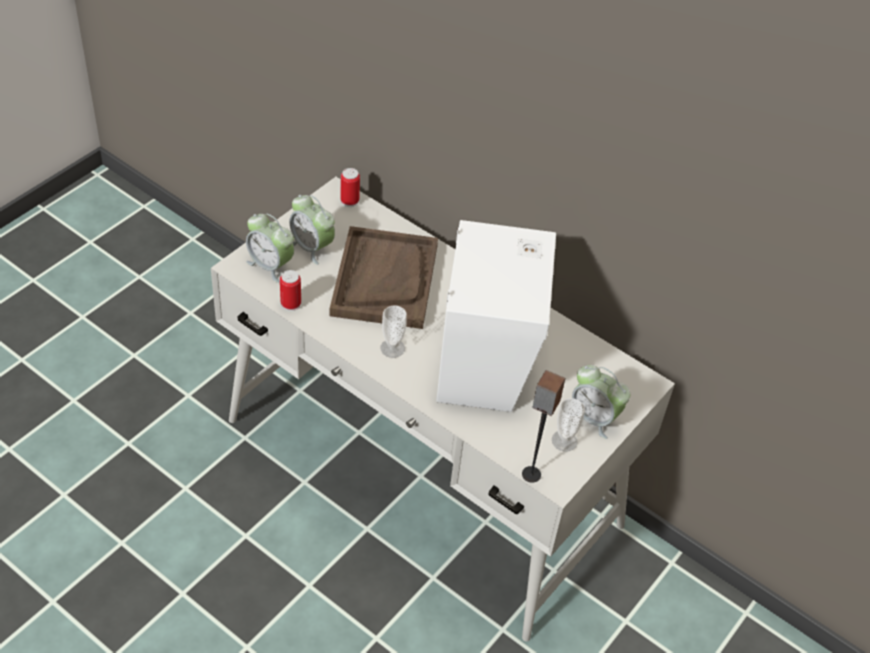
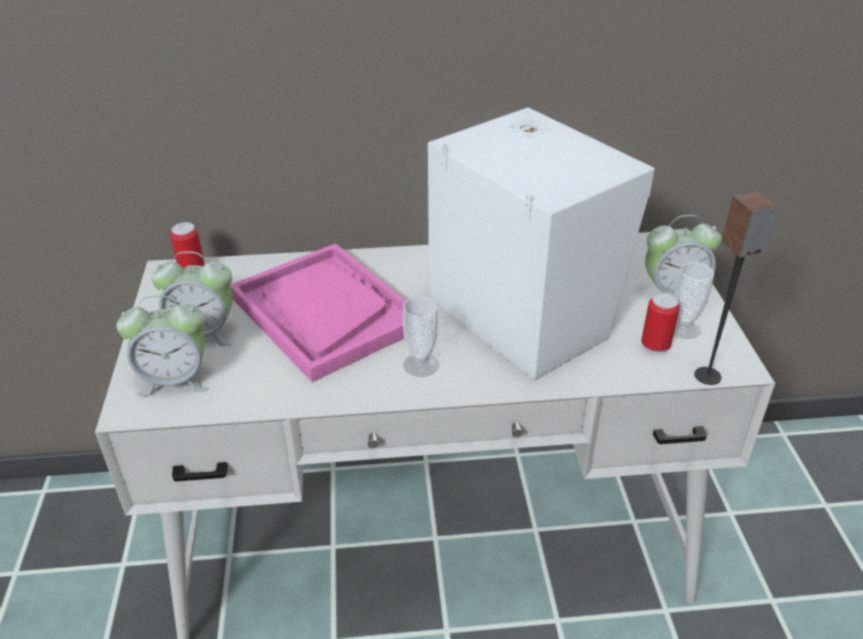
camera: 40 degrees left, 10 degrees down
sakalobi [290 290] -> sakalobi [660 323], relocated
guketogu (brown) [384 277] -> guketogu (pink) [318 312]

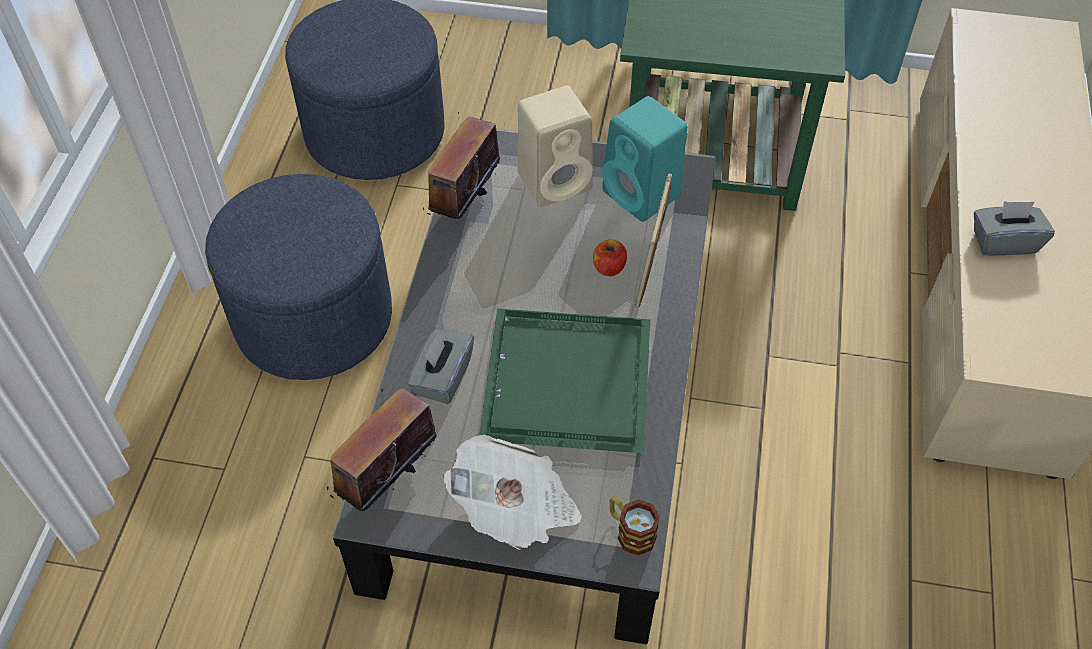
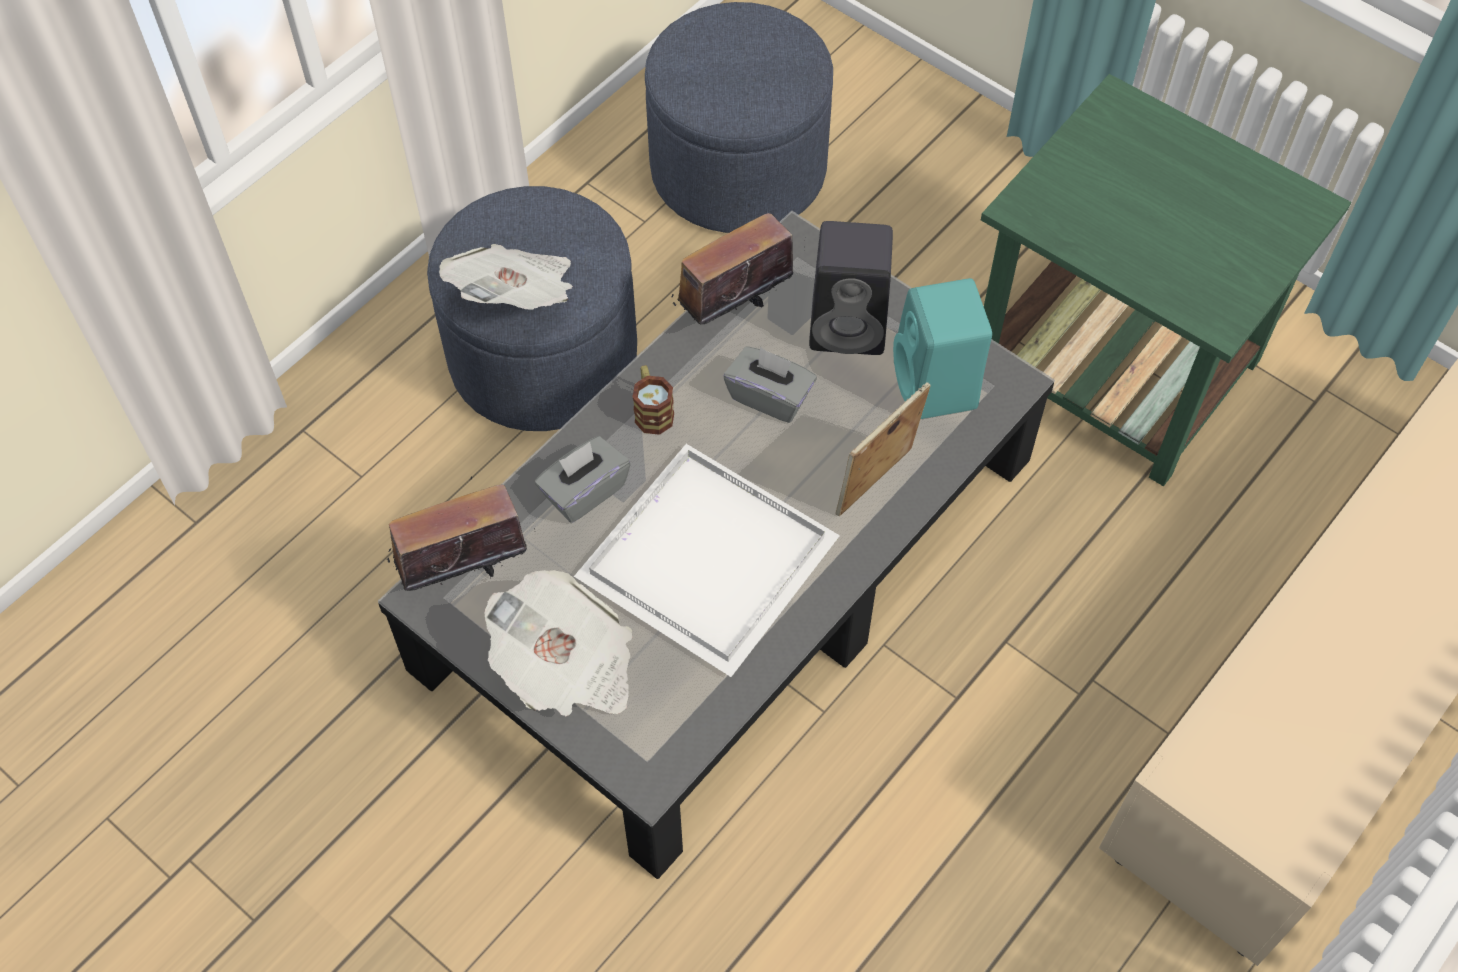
camera: 30 degrees right, 5 degrees up
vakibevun [610 257] -> none
none -> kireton [506 277]
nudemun [635 526] -> nudemun [653 400], relocated
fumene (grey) [1014 228] -> fumene (grey) [770 384], relocated
guketogu (green) [564 380] -> guketogu (white) [707 560]
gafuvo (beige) [555 146] -> gafuvo (black) [851 288]

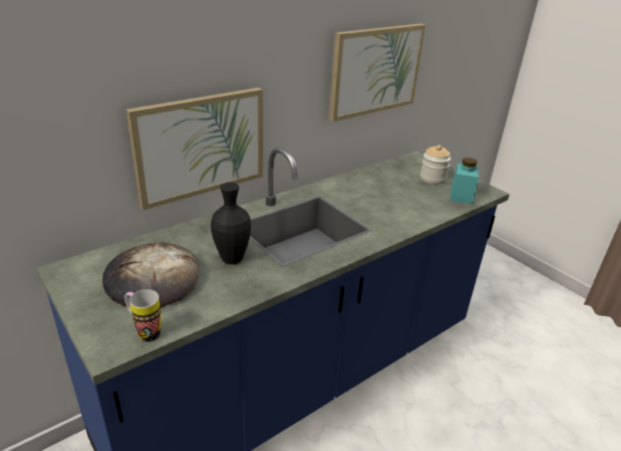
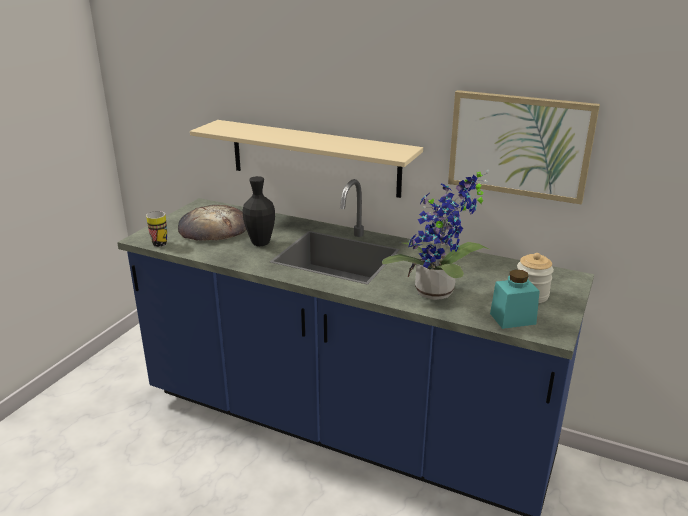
camera: 65 degrees right, 5 degrees down
none -> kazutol [436 234]
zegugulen [194 148] -> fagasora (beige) [306 159]

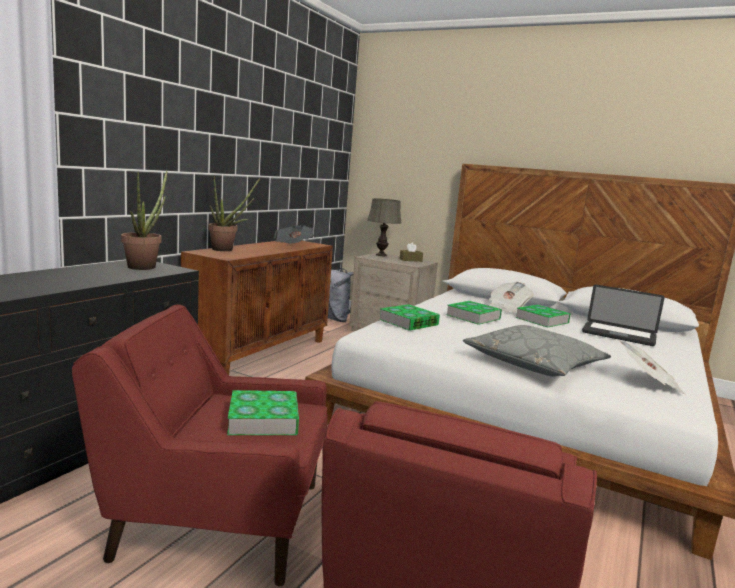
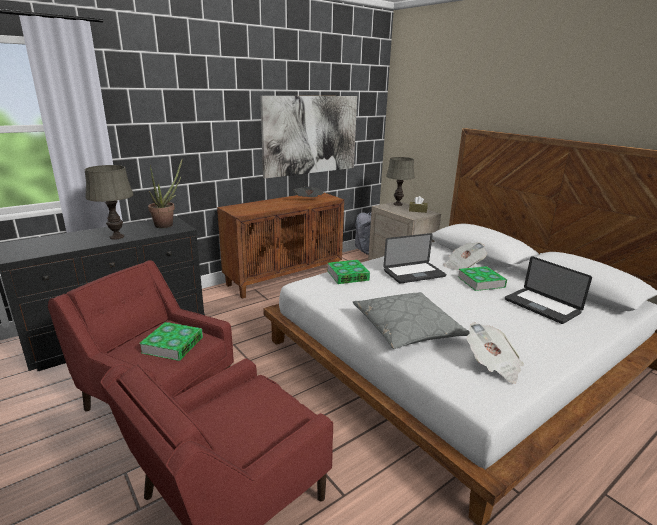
camera: 25 degrees right, 10 degrees up
kazutol [234 213] -> none
none -> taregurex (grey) [109 202]
none -> zegugulen [308 137]
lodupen [474 313] -> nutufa [414 258]

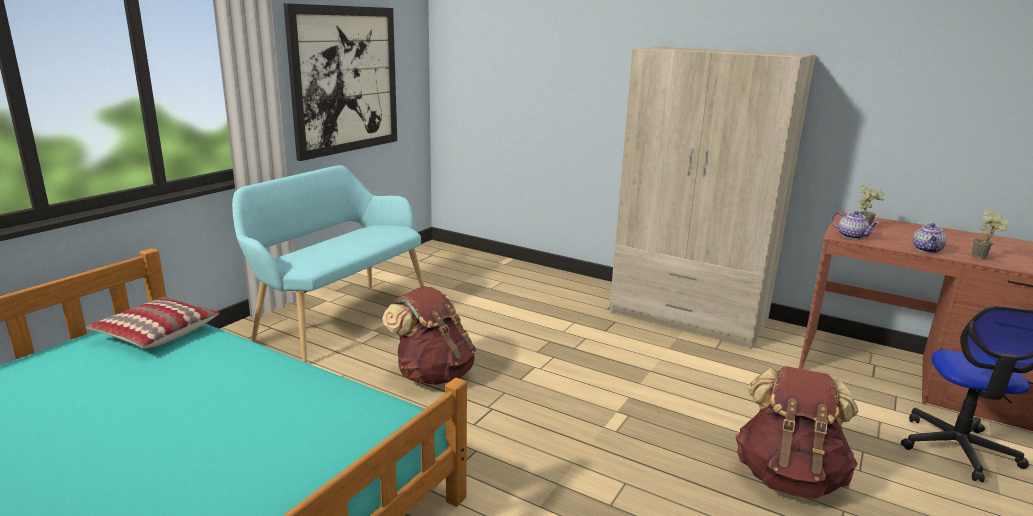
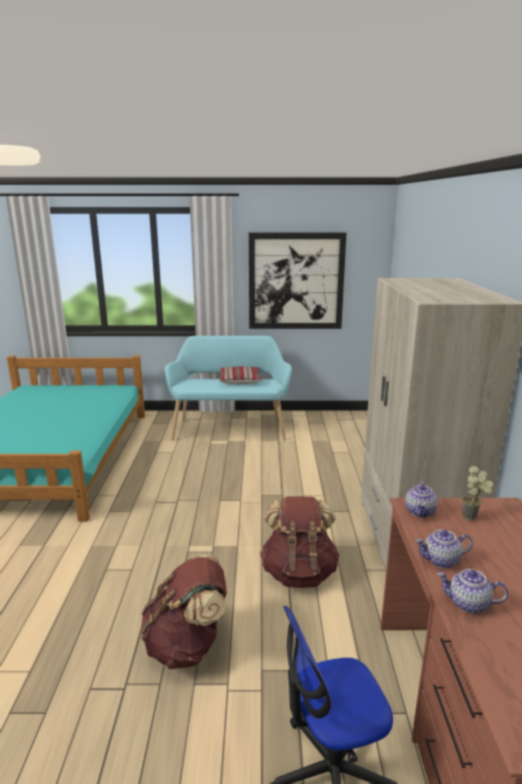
camera: 60 degrees right, 0 degrees up
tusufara [152 322] -> tusufara [241 375], relocated
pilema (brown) [429 335] -> pilema (brown) [300 542], relocated
kazutol [990 234] -> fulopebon [472 591]

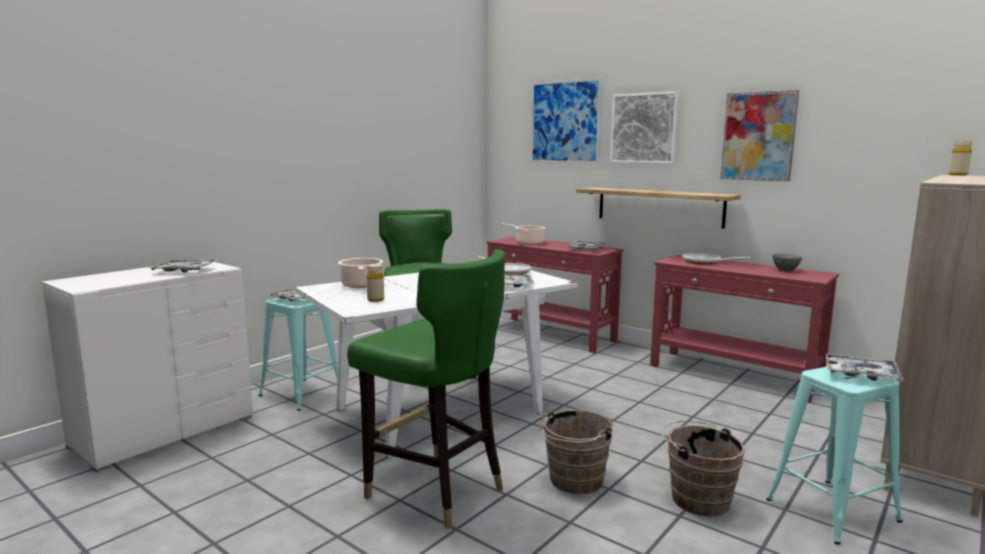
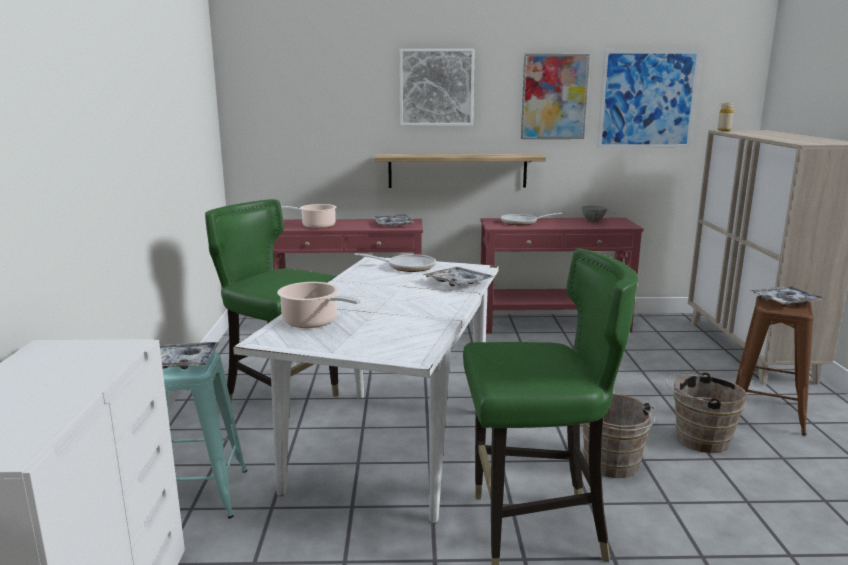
camera: 40 degrees left, 5 degrees up
guketogu [183 266] -> none
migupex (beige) [375 283] -> none
zegugulen [566 121] -> zegugulen [649 99], relocated
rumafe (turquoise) [834 456] -> rumafe (brown) [774 365]

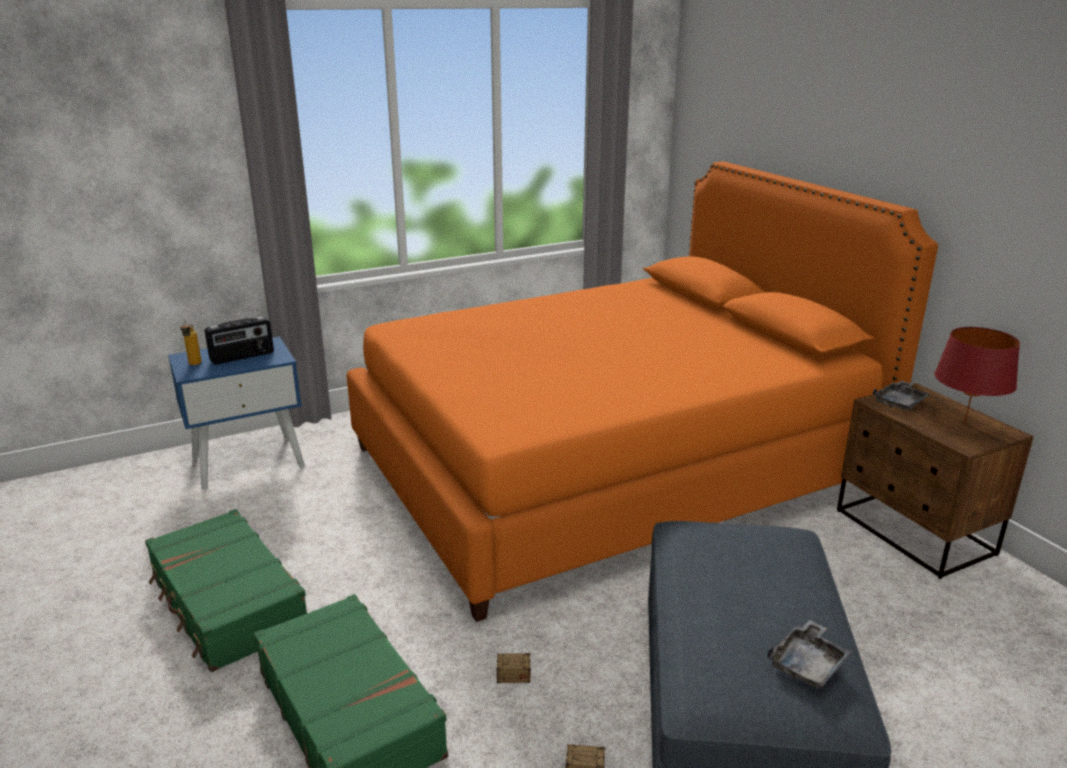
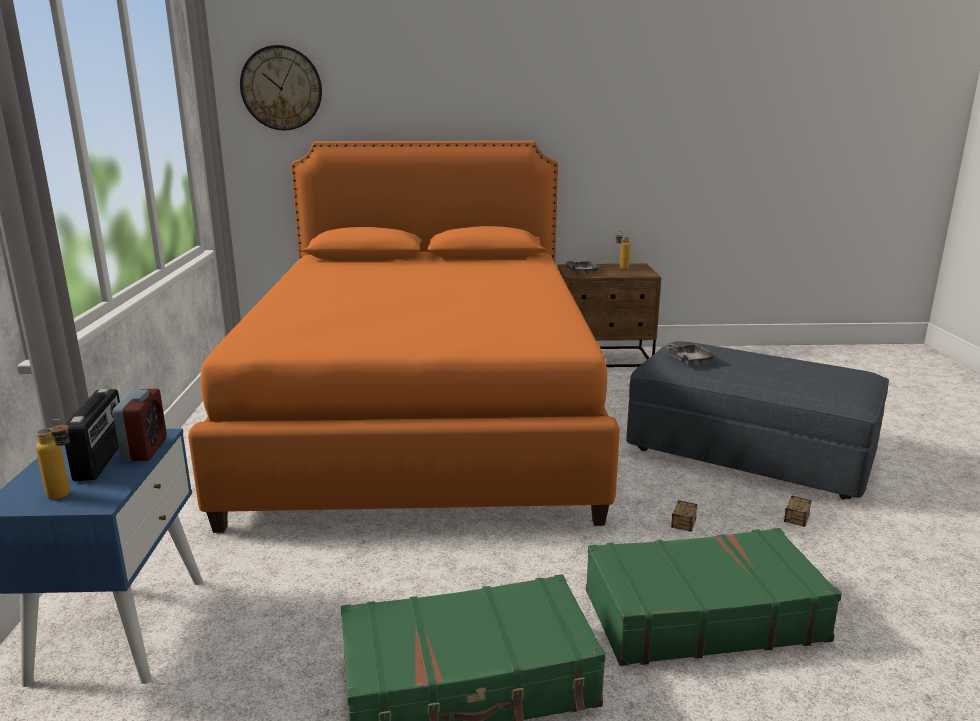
camera: 65 degrees left, 5 degrees down
none -> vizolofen [140 425]
none -> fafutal [281 88]
guketogu (grey) [809 654] -> guketogu (grey) [690 354], relocated
taregurex (red) [977 375] -> migupex [623 250]

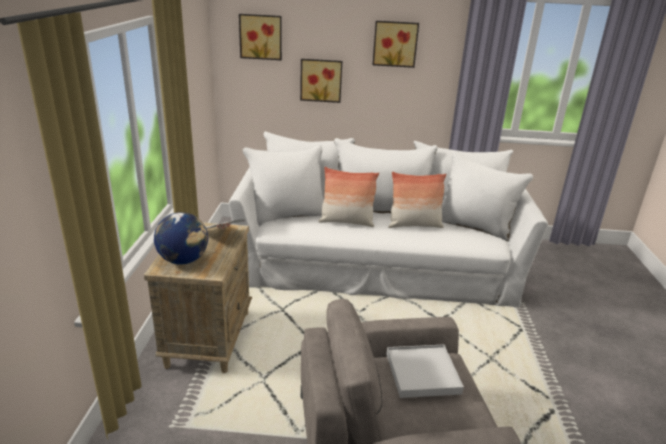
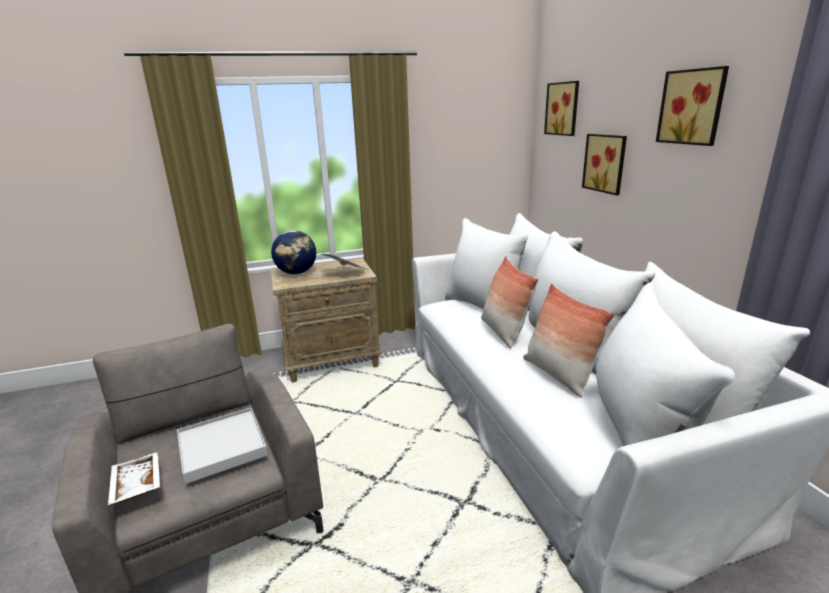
camera: 70 degrees right, 5 degrees down
none -> guketogu (white) [134 478]

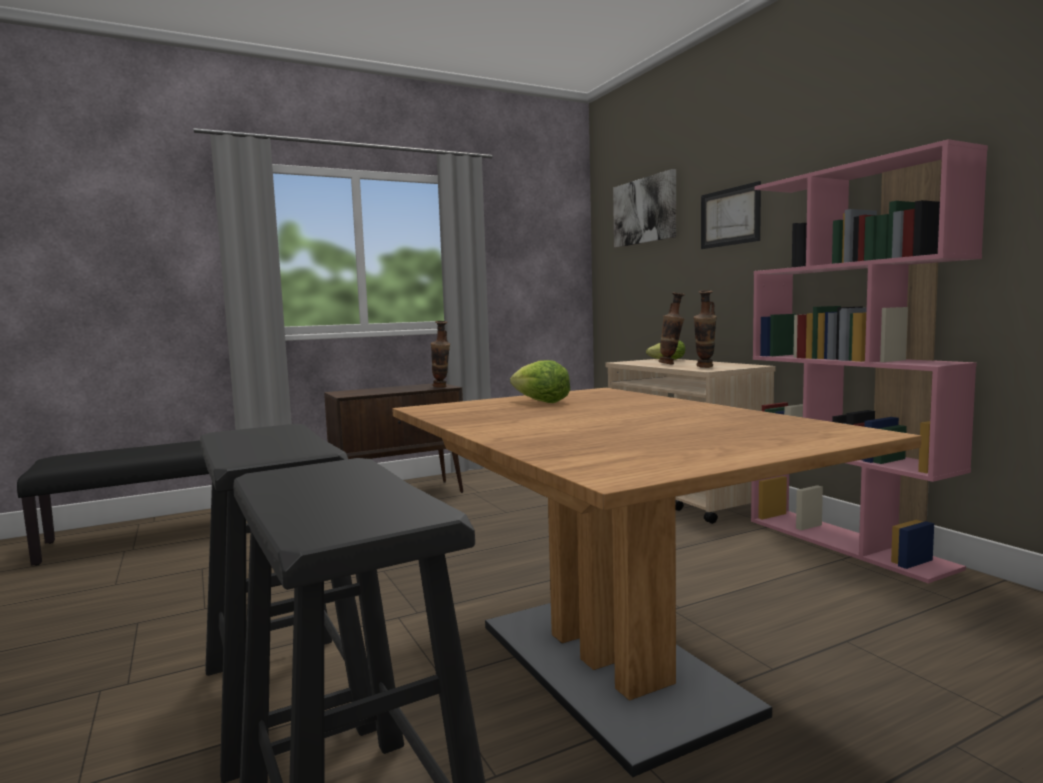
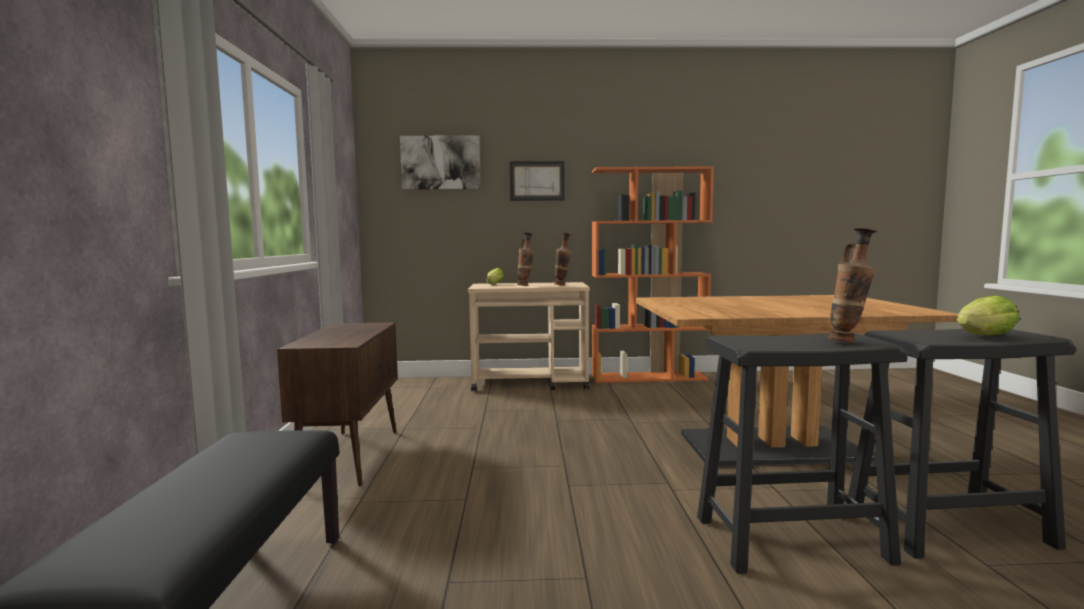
camera: 65 degrees left, 0 degrees up
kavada [440 354] -> kavada [852 285], relocated
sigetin [540 381] -> sigetin [988 315], relocated
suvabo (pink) [869 361] -> suvabo (orange) [653 274]

